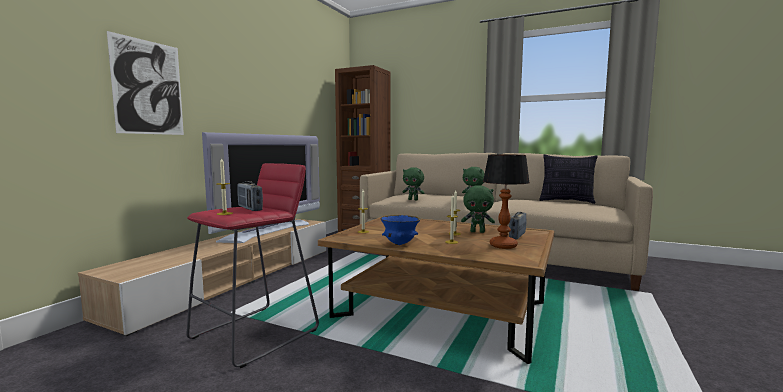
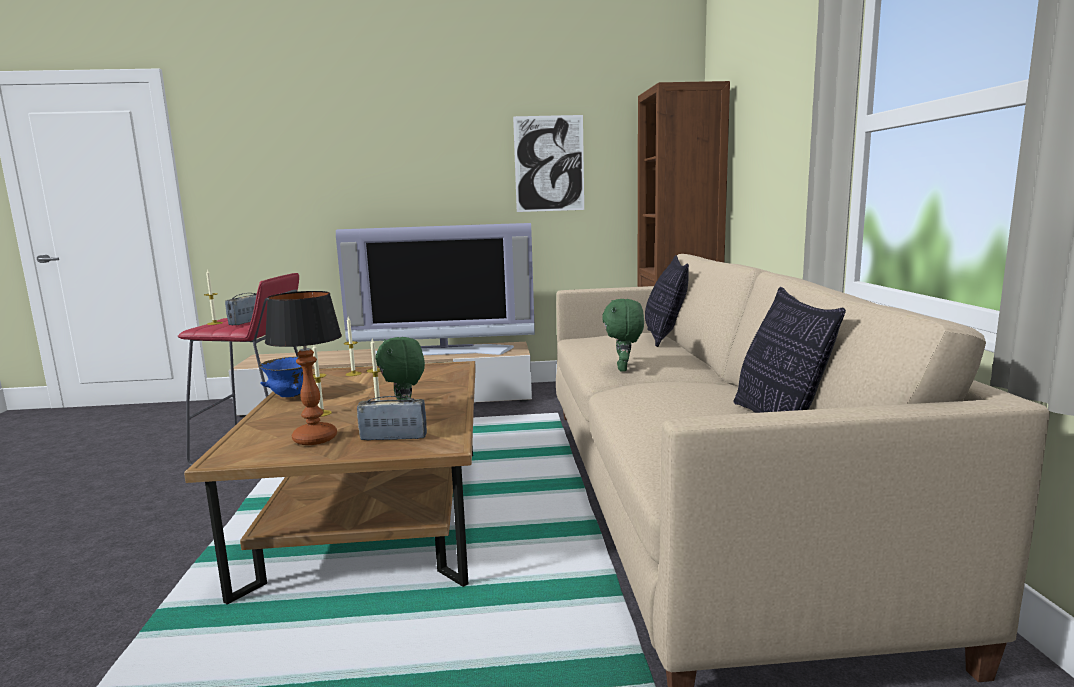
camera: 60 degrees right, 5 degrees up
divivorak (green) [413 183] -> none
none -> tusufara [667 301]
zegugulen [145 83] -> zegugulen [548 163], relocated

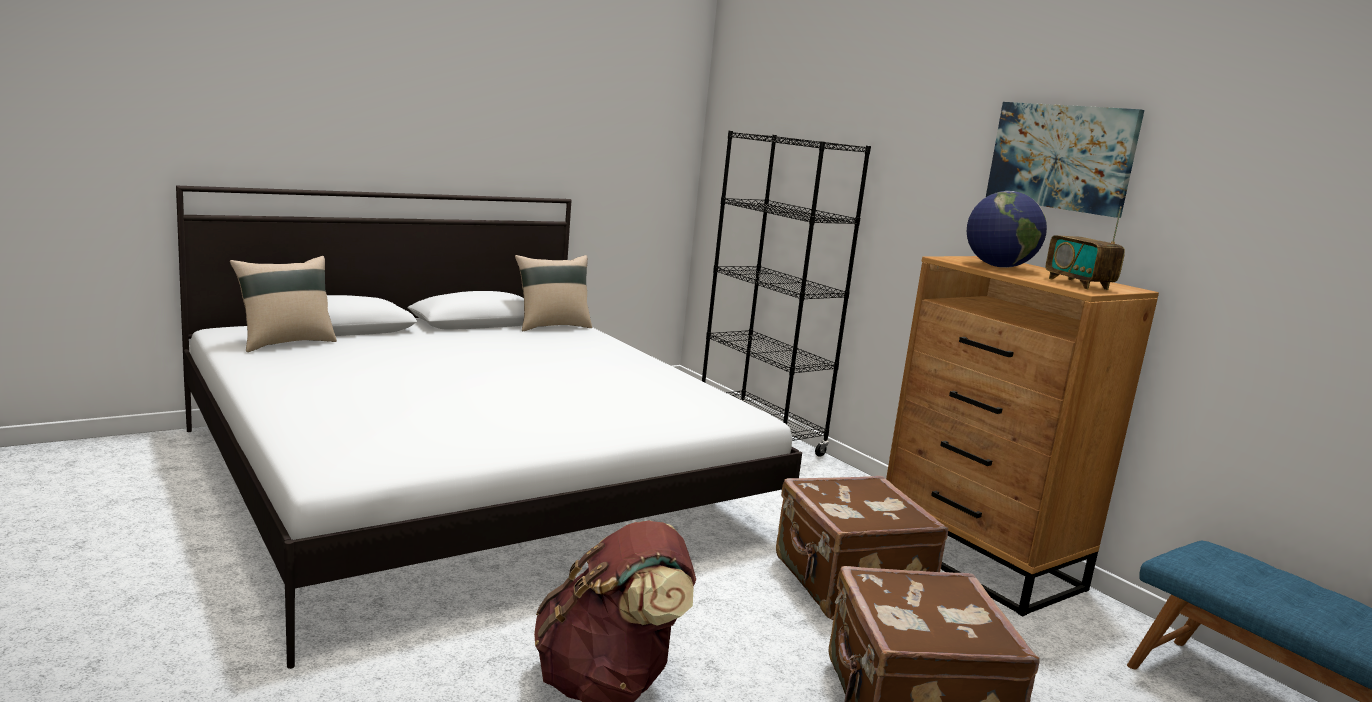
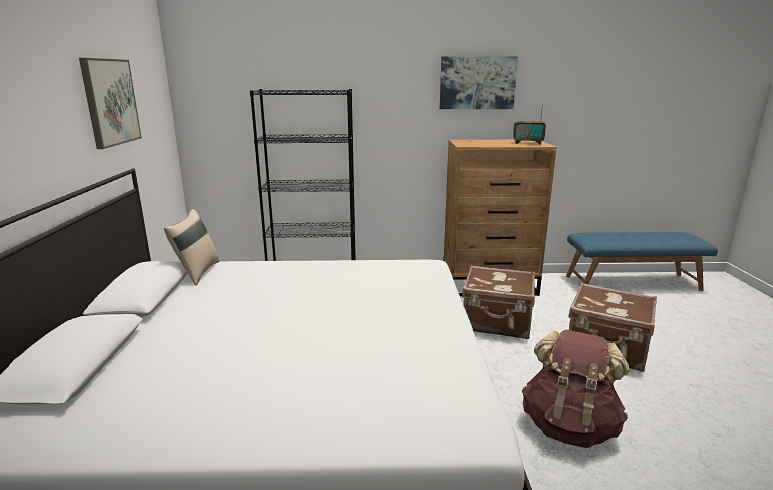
camera: 55 degrees left, 5 degrees up
tusufara (beige) [283 304] -> none
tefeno [1007 229] -> none
none -> zegugulen [110 103]

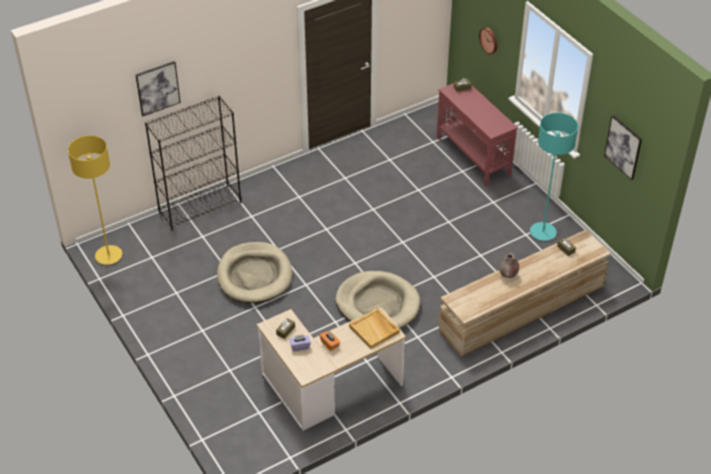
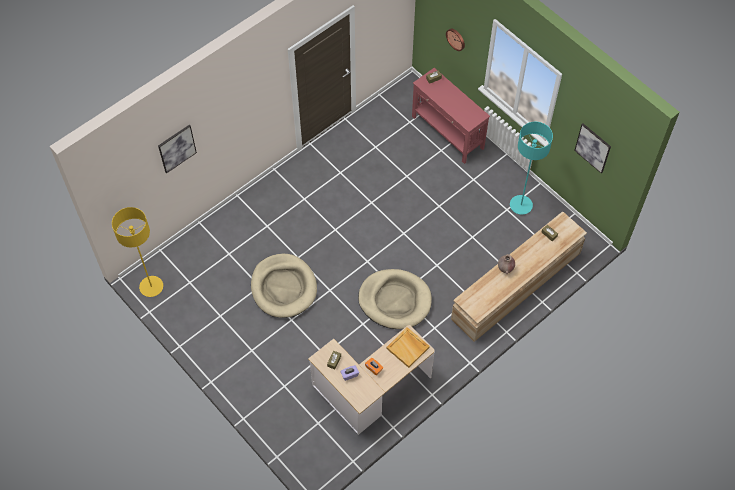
camera: 10 degrees left, 15 degrees up
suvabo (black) [193 163] -> none

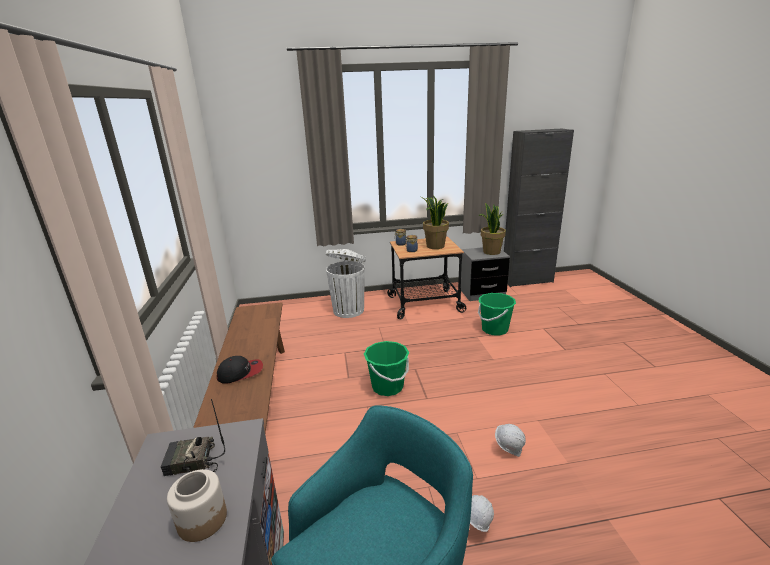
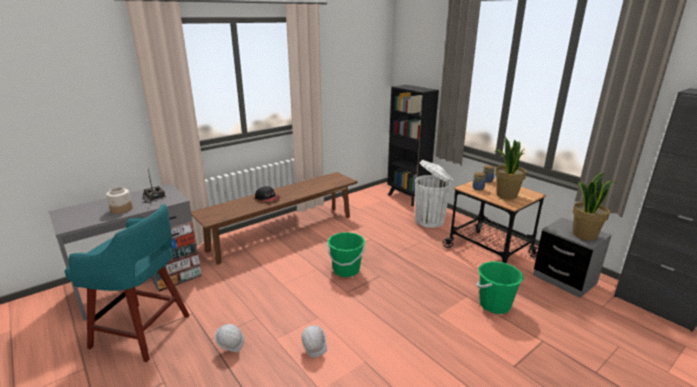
camera: 60 degrees right, 0 degrees up
none -> suvabo (black) [413 145]

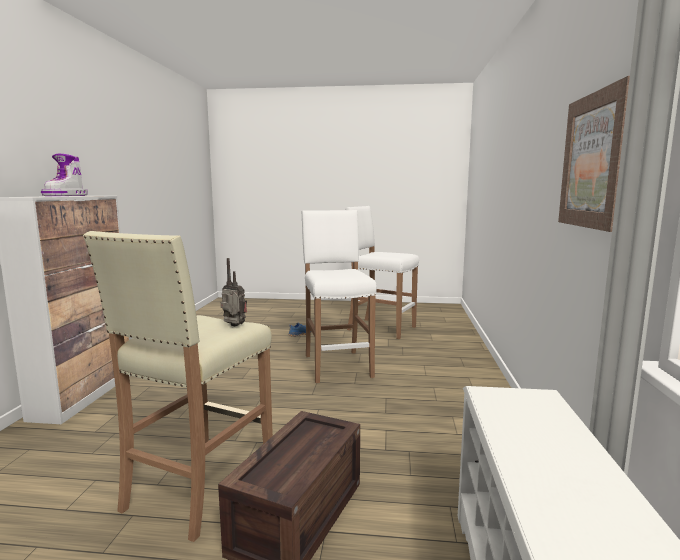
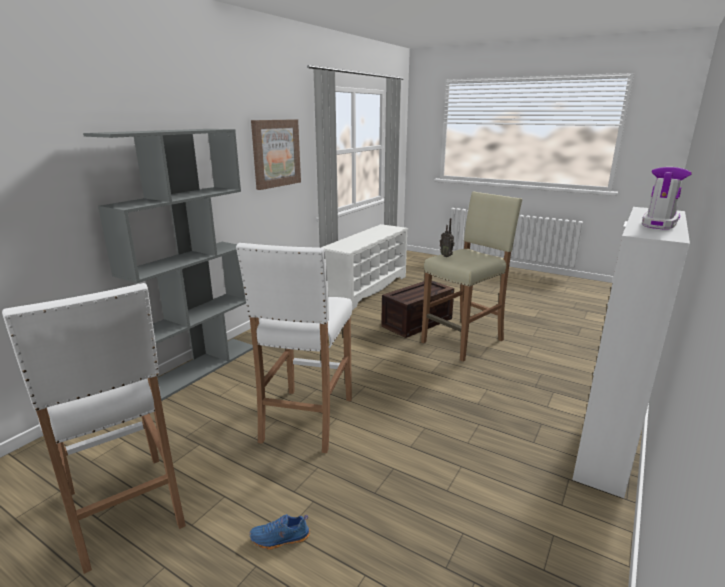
camera: 155 degrees left, 10 degrees up
none -> suvabo (grey) [168 265]

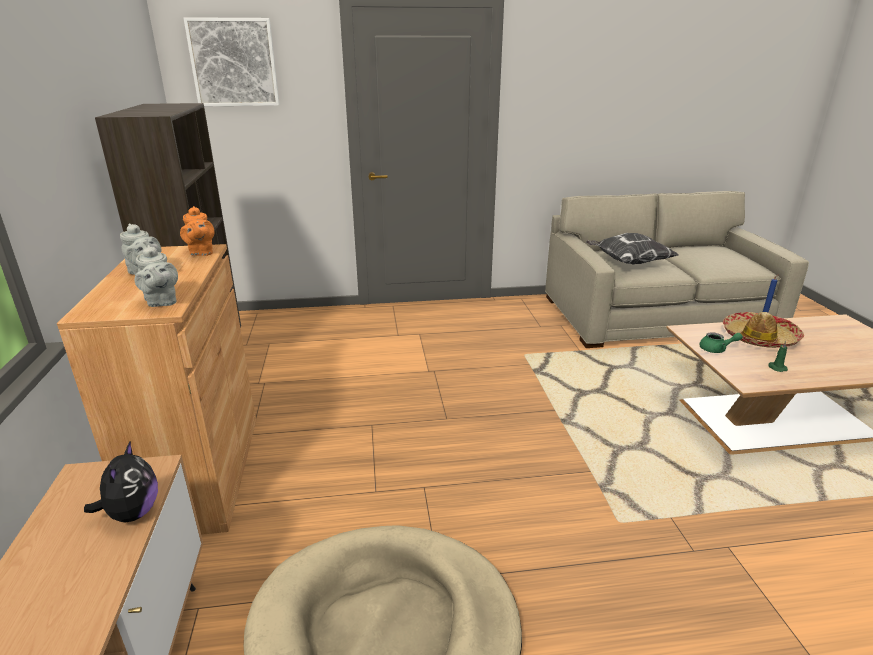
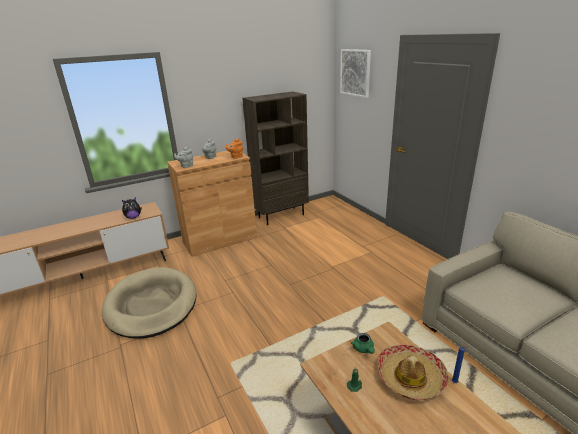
camera: 70 degrees right, 0 degrees up
tusufara [632 249] -> none

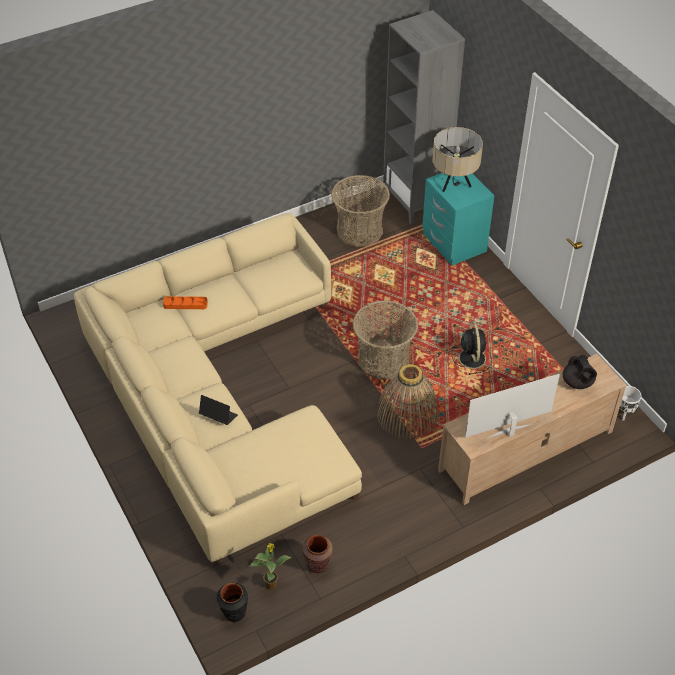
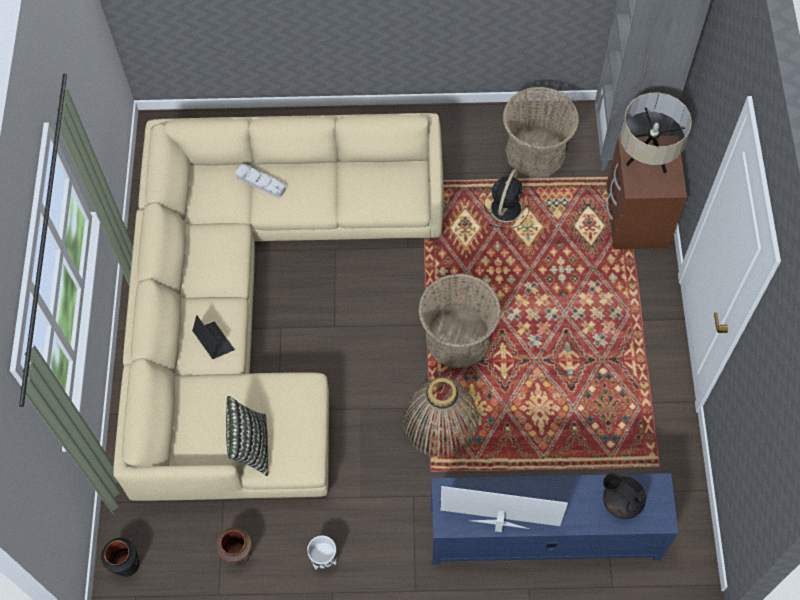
camera: 30 degrees right, 15 degrees up
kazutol [270 566] -> none
none -> tusufara [247 436]
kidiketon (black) [471 348] -> kidiketon (black) [507 199], relocated
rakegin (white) [630 403] -> rakegin (white) [322 552], relocated
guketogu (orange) [185 302] -> guketogu (grey) [261 181]
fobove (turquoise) [458 219] -> fobove (brown) [646 192]
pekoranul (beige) [532 429] -> pekoranul (blue) [555 519]
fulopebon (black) [580 372] -> fulopebon (black) [624 495], 120 degrees clockwise

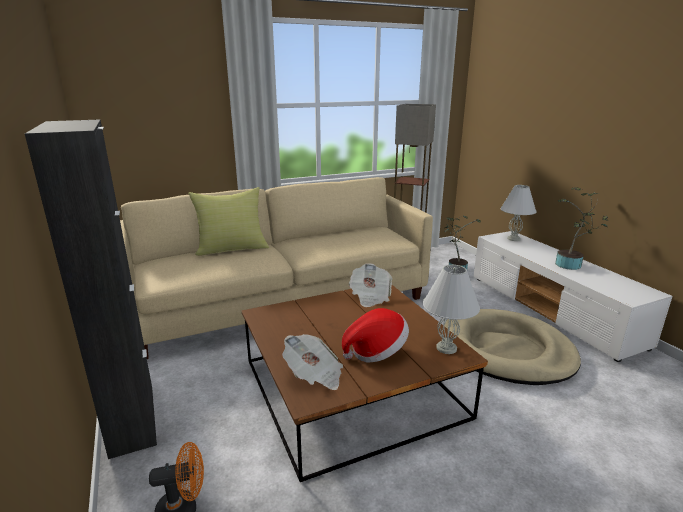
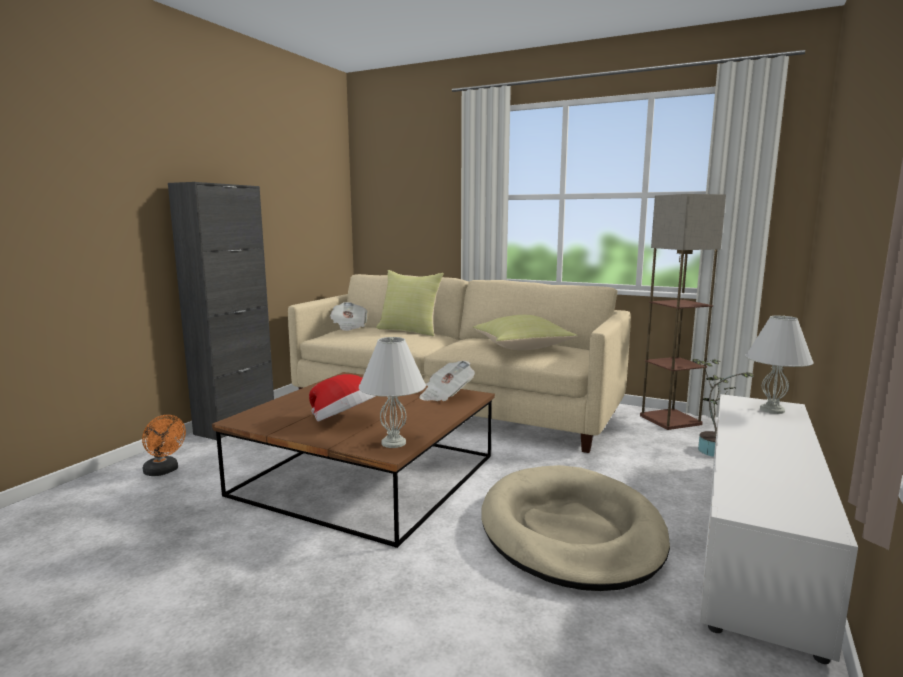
camera: 50 degrees right, 10 degrees down
kazutol [581 228] -> none
none -> tusufara (yellow) [525 332]
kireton [312 362] -> kireton [349 316], relocated

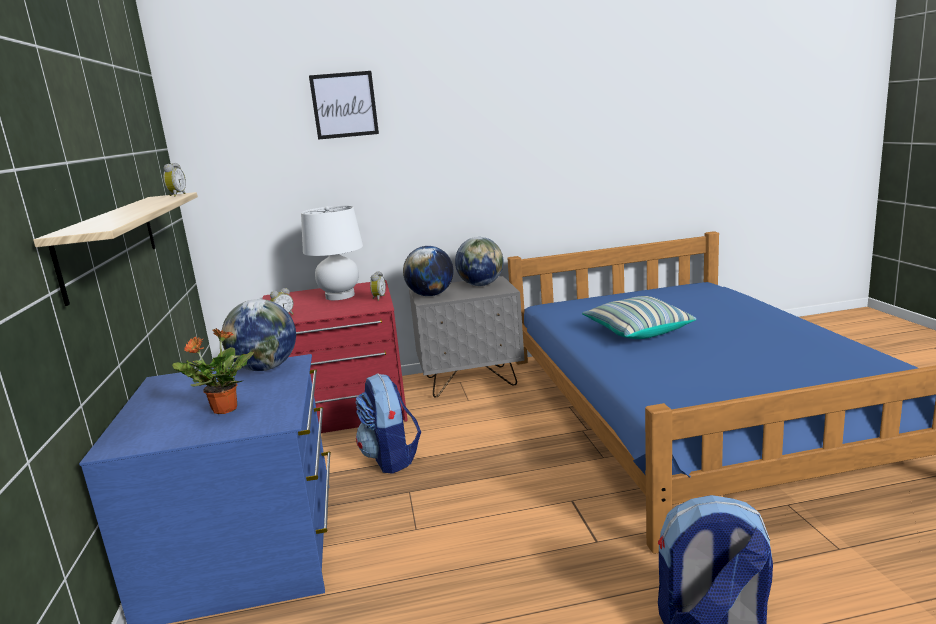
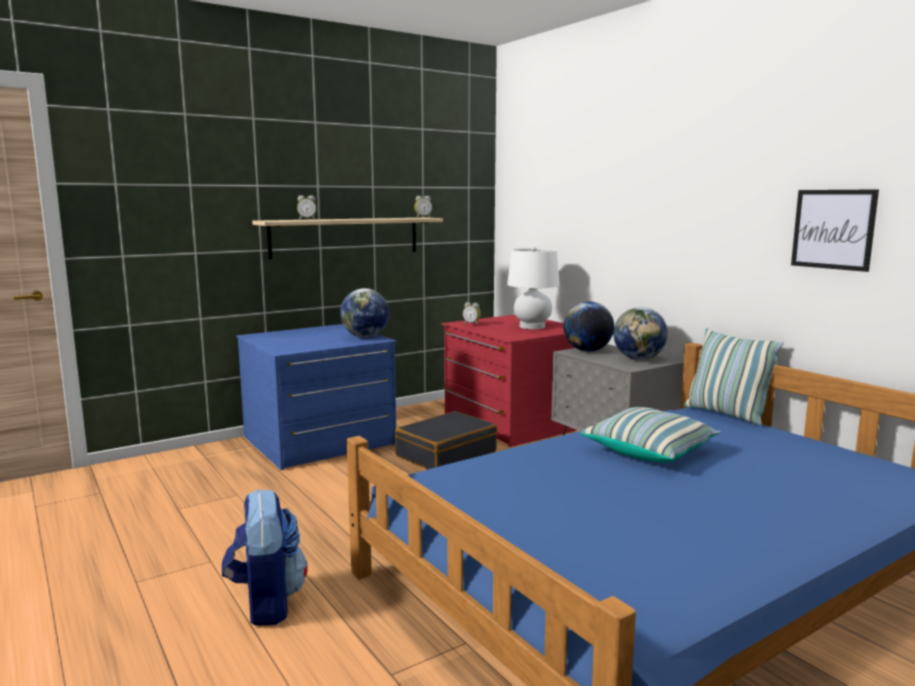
camera: 65 degrees right, 5 degrees down
kazutol [213 371] -> none
none -> tusufara [733 376]
zegugulen [344 105] -> zegugulen [835 230], relocated
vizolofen [378 286] -> vizolofen [307 207], relocated
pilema [388 424] -> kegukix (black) [446 440]

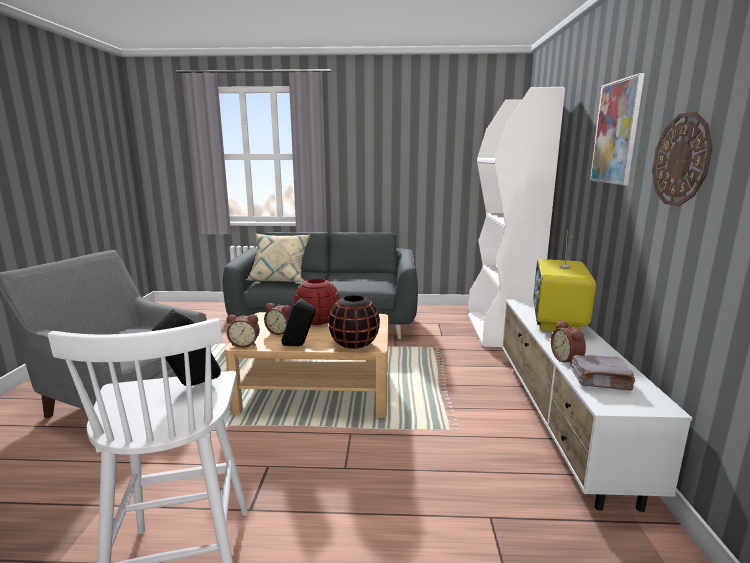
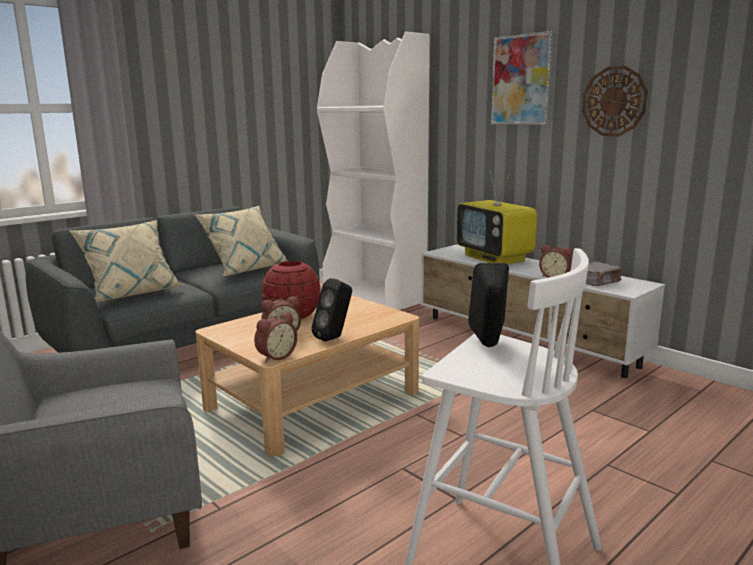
camera: 45 degrees left, 0 degrees up
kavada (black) [354 322] -> none
none -> tusufara (beige) [240 241]

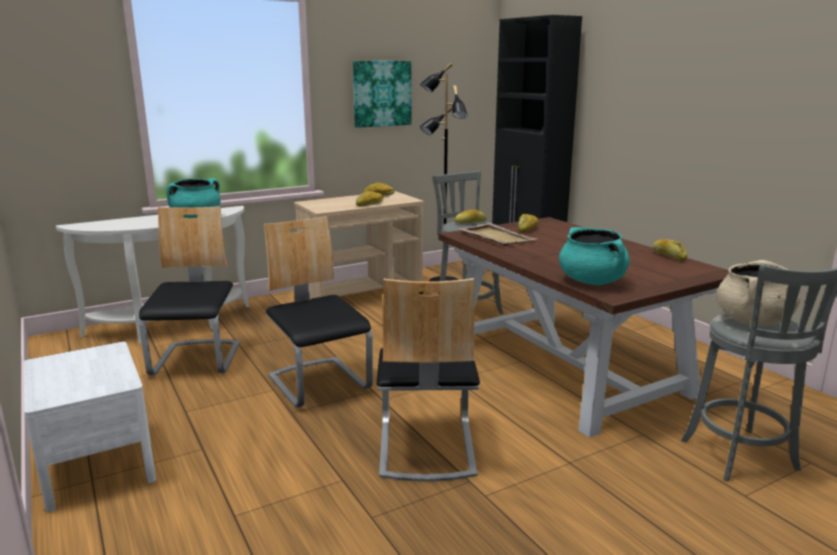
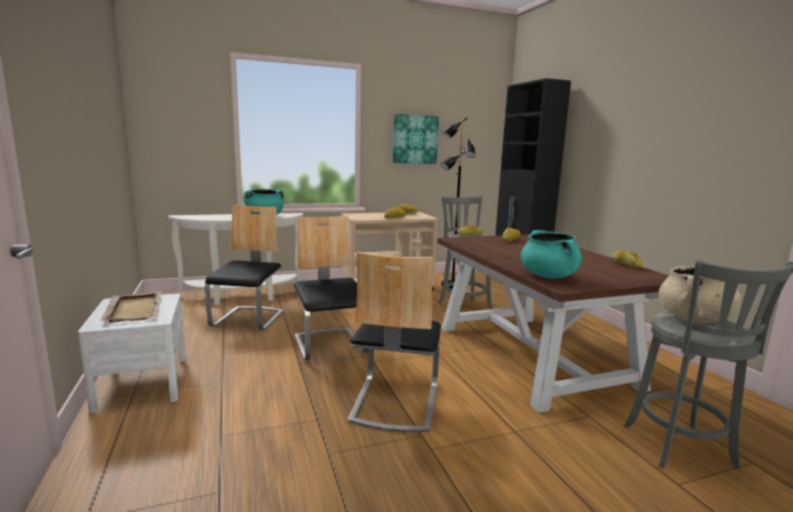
camera: 10 degrees right, 5 degrees down
guketogu (beige) [497 234] -> guketogu (beige) [131 307], relocated

